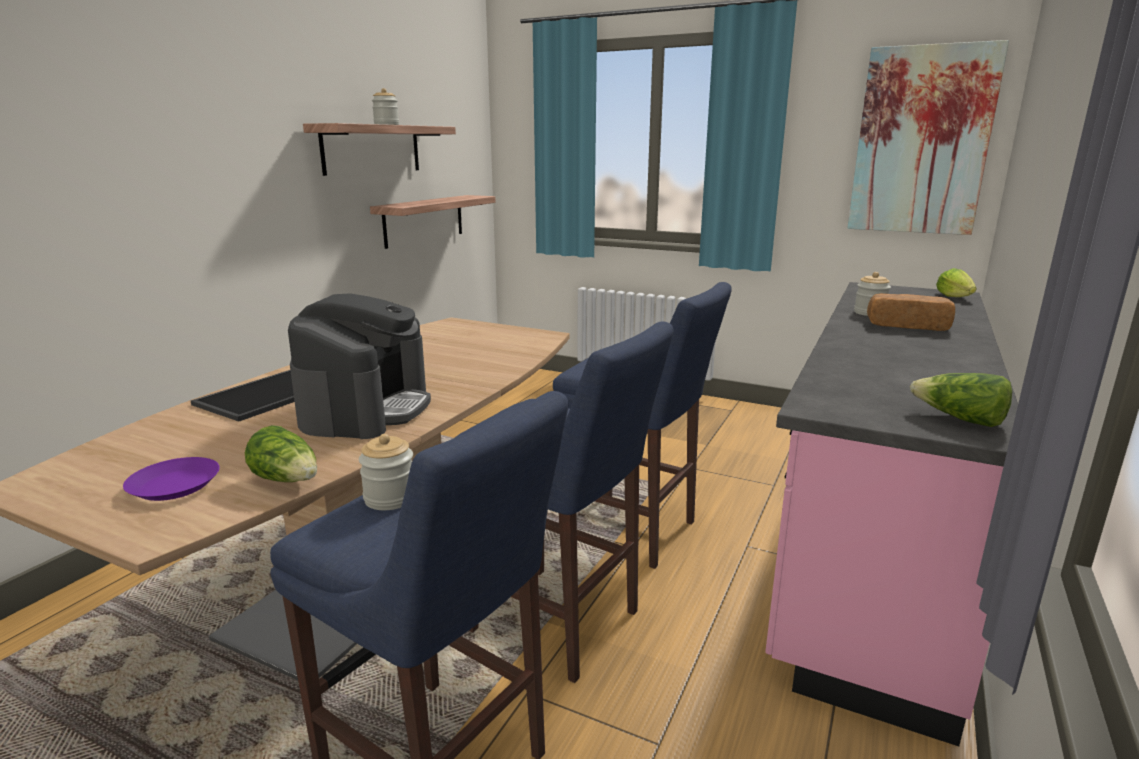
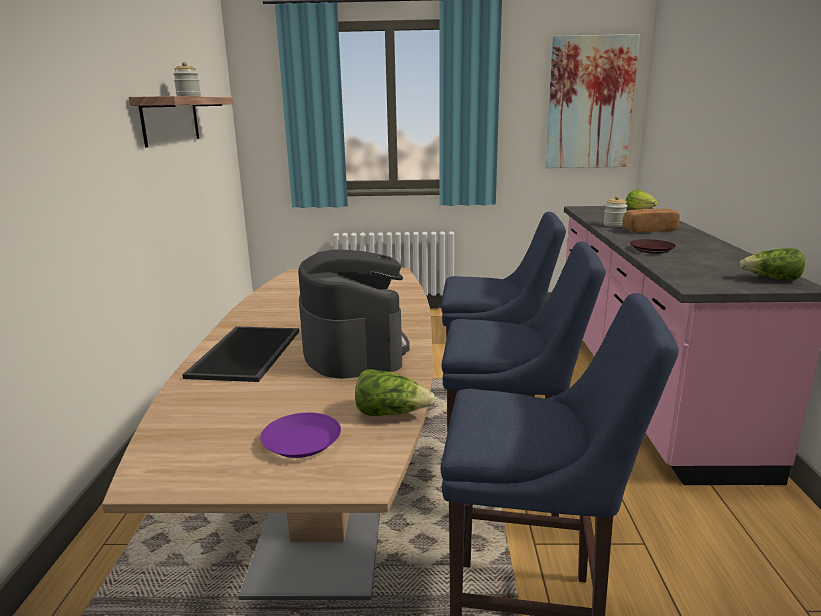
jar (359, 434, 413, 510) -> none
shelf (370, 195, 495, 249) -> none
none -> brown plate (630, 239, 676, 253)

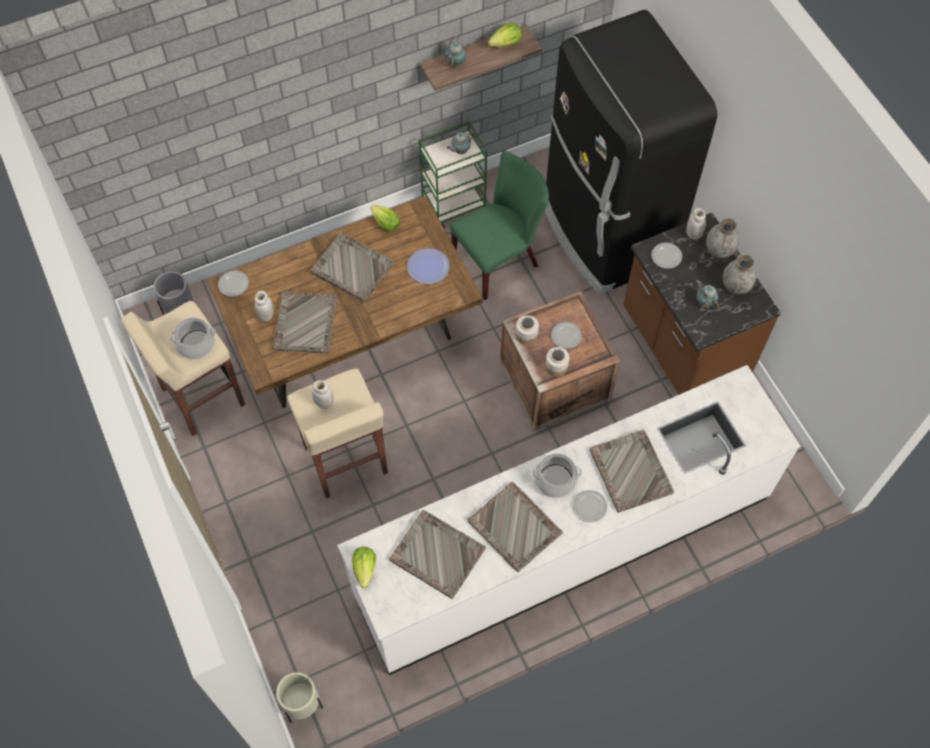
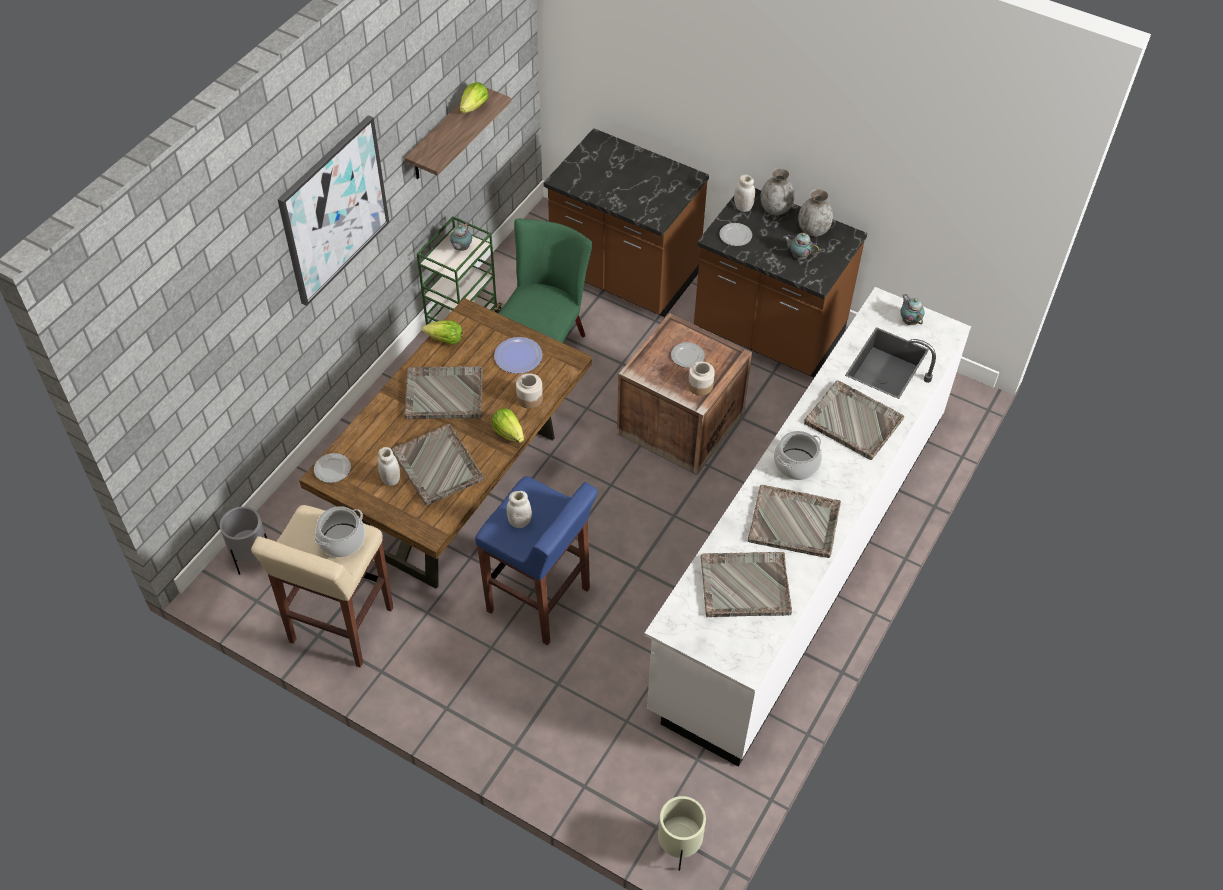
beige stool (287, 369, 388, 498) -> blue stool (475, 476, 597, 645)
lettuce (352, 547, 376, 588) -> lettuce (492, 408, 524, 443), relocated
teapot (445, 38, 466, 67) -> teapot (900, 294, 925, 325), relocated
jar (515, 315, 539, 345) -> jar (516, 373, 543, 409), relocated
black fridge (545, 10, 717, 294) -> brown counter (544, 128, 709, 317)
plate (573, 490, 607, 522) -> none
none -> picture (277, 115, 389, 306)

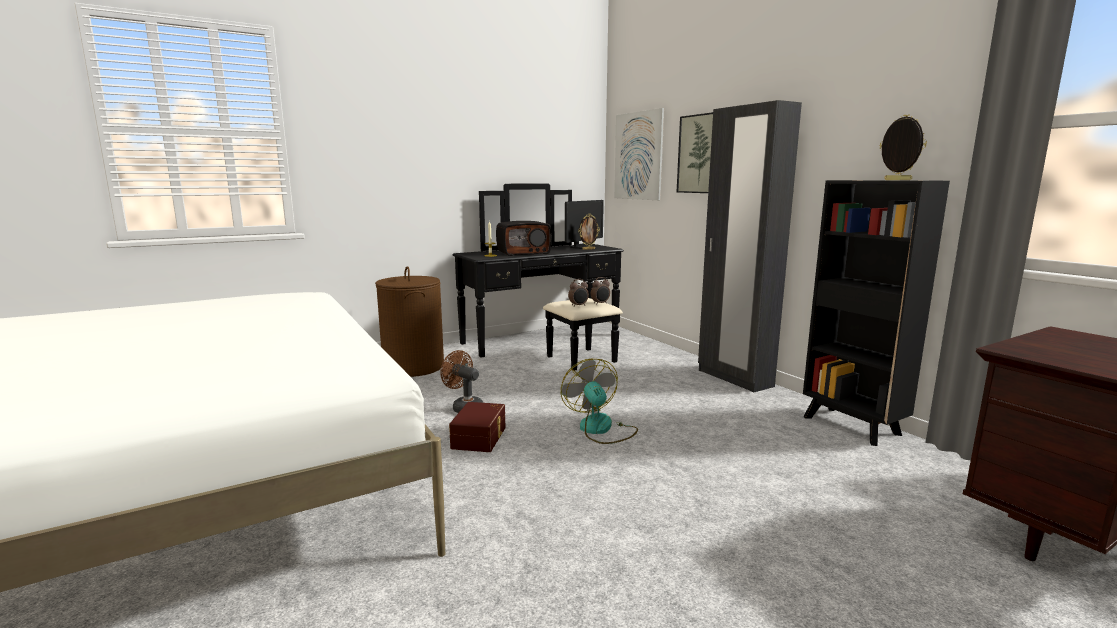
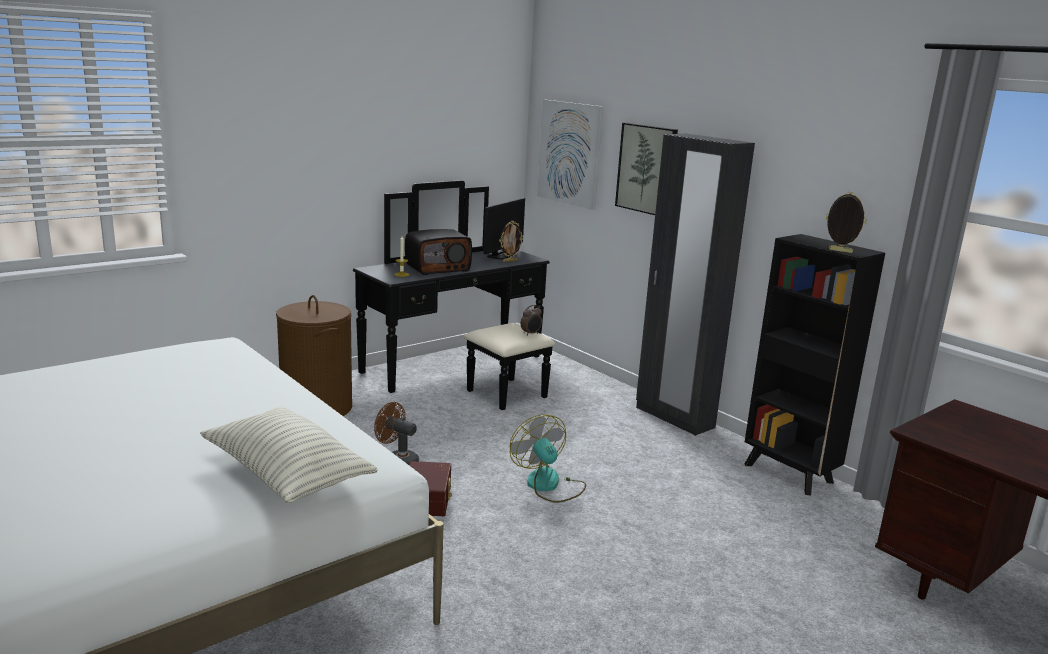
alarm clock (568, 279, 589, 307) -> none
none -> pillow (200, 407, 378, 503)

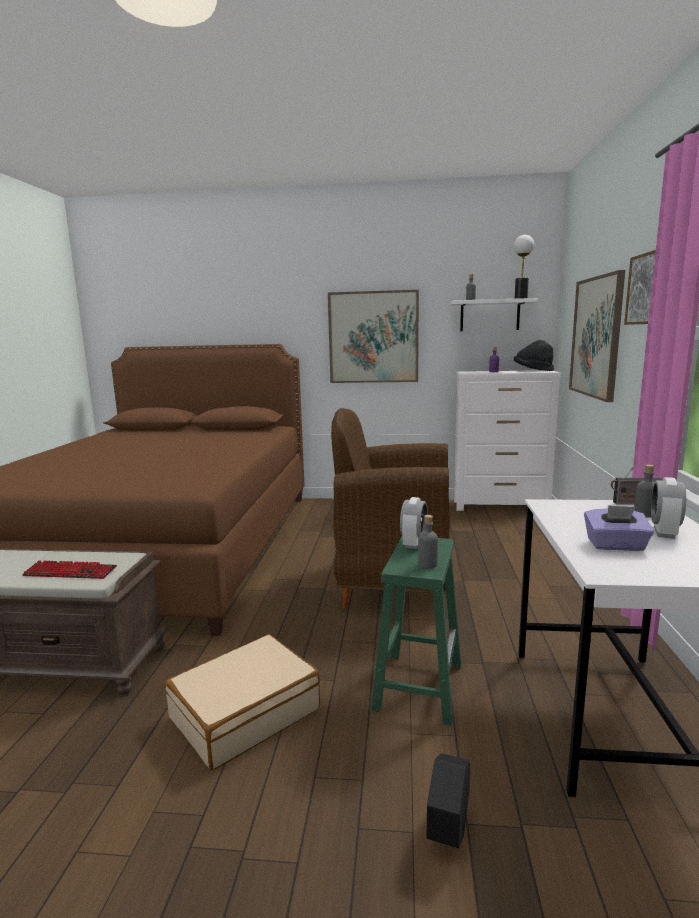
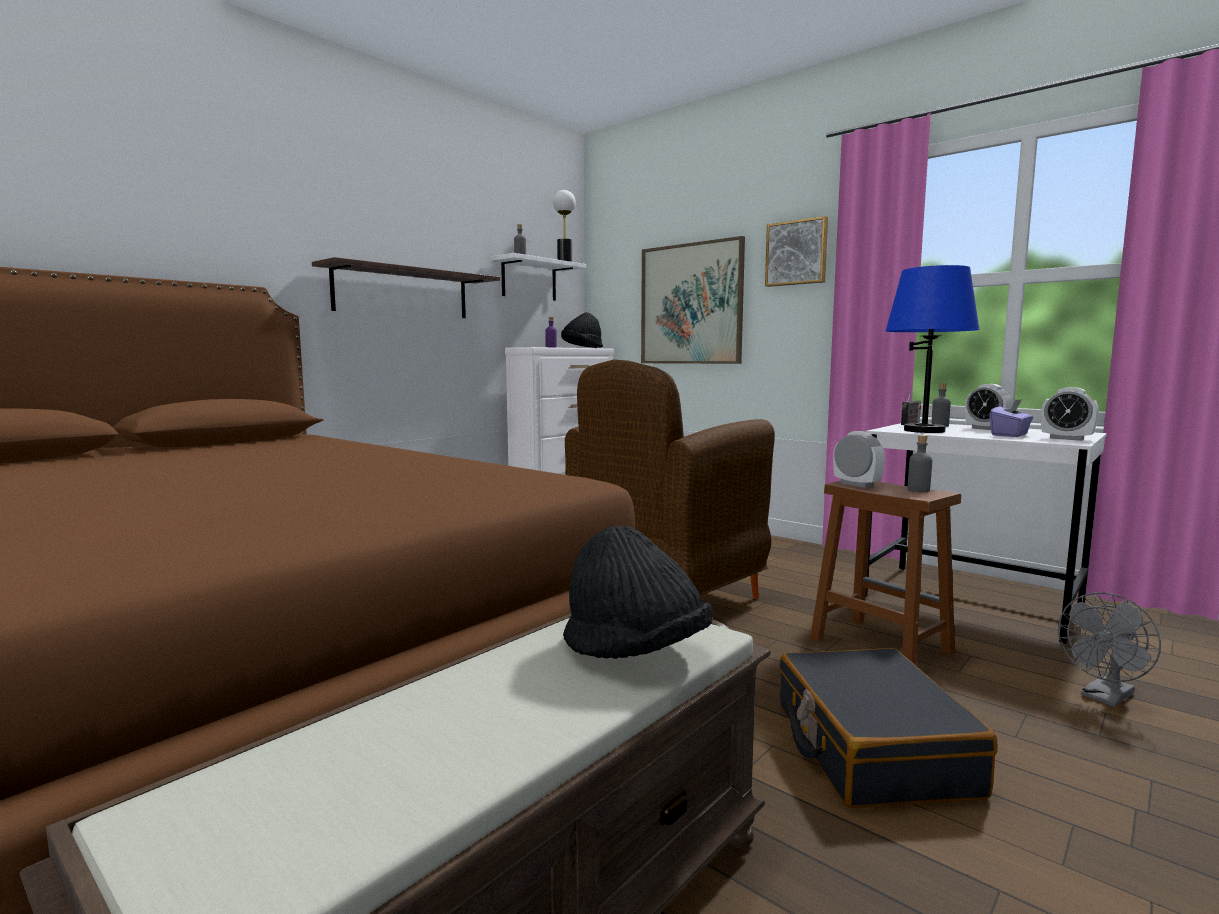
keyboard (23, 560, 117, 579) -> black hat (563, 526, 713, 659)
beige suitcase (165, 634, 320, 770) -> black suitcase (779, 648, 998, 808)
picture (328, 290, 419, 383) -> shelf (312, 257, 500, 318)
green stool (371, 536, 461, 725) -> brown stool (810, 481, 961, 665)
black planter (427, 753, 471, 849) -> grey fan (1058, 592, 1161, 707)
none -> blue table lamp (886, 265, 980, 433)
none -> alarm clock (1041, 387, 1099, 441)

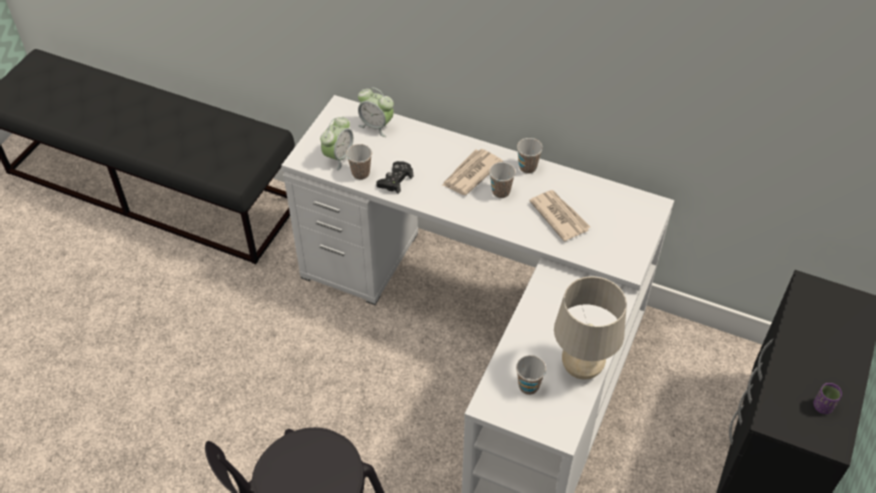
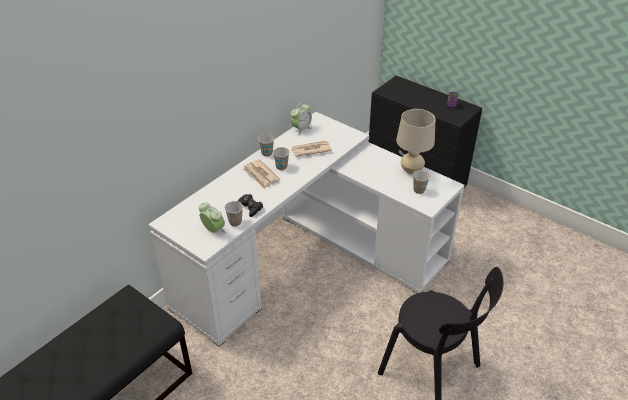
alarm clock (358, 87, 394, 137) -> alarm clock (290, 103, 312, 136), relocated

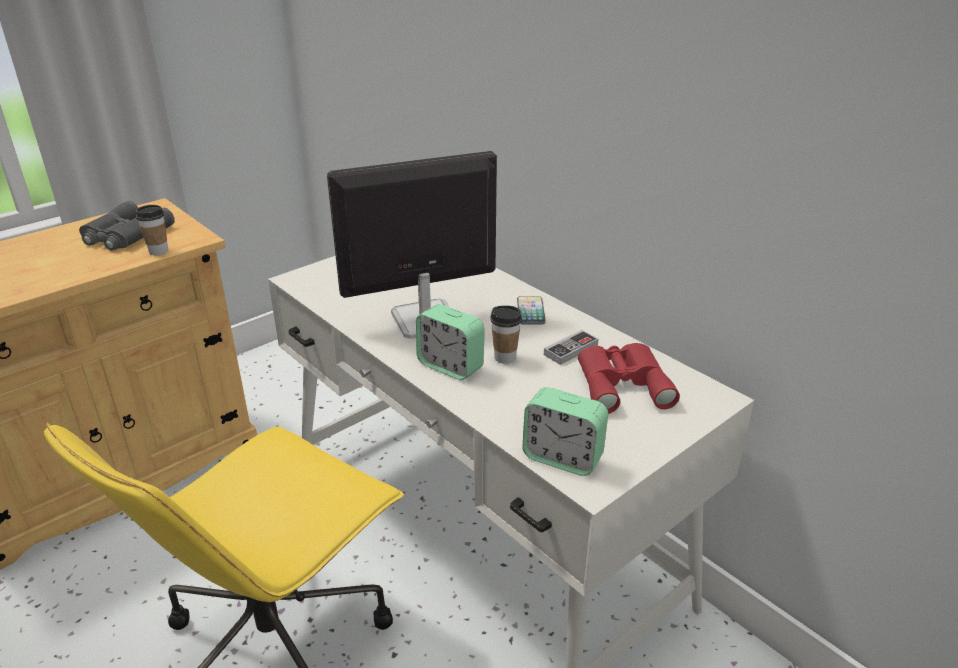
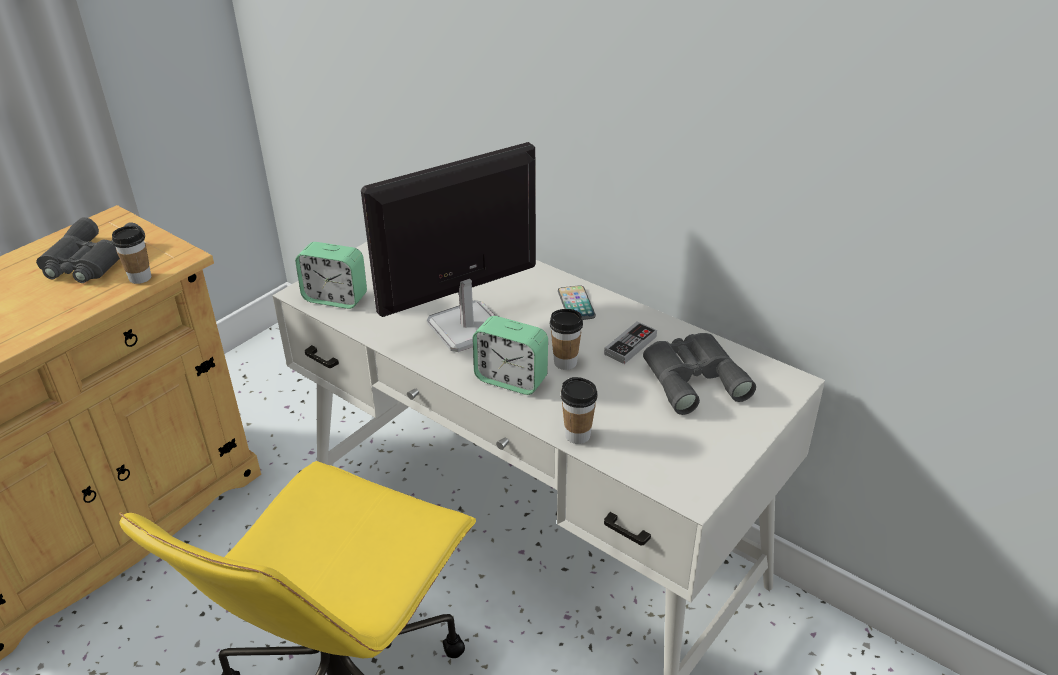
alarm clock (522, 387, 608, 476) -> alarm clock (295, 242, 367, 309), relocated
red binoculars (578, 343, 680, 414) -> grey binoculars (643, 333, 756, 415)
none -> cup (561, 377, 598, 444)

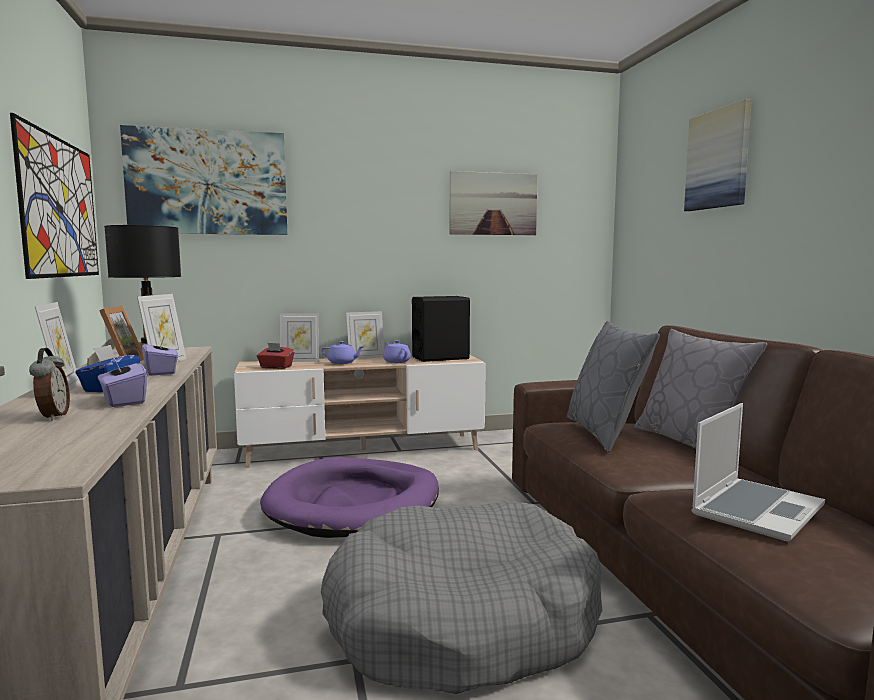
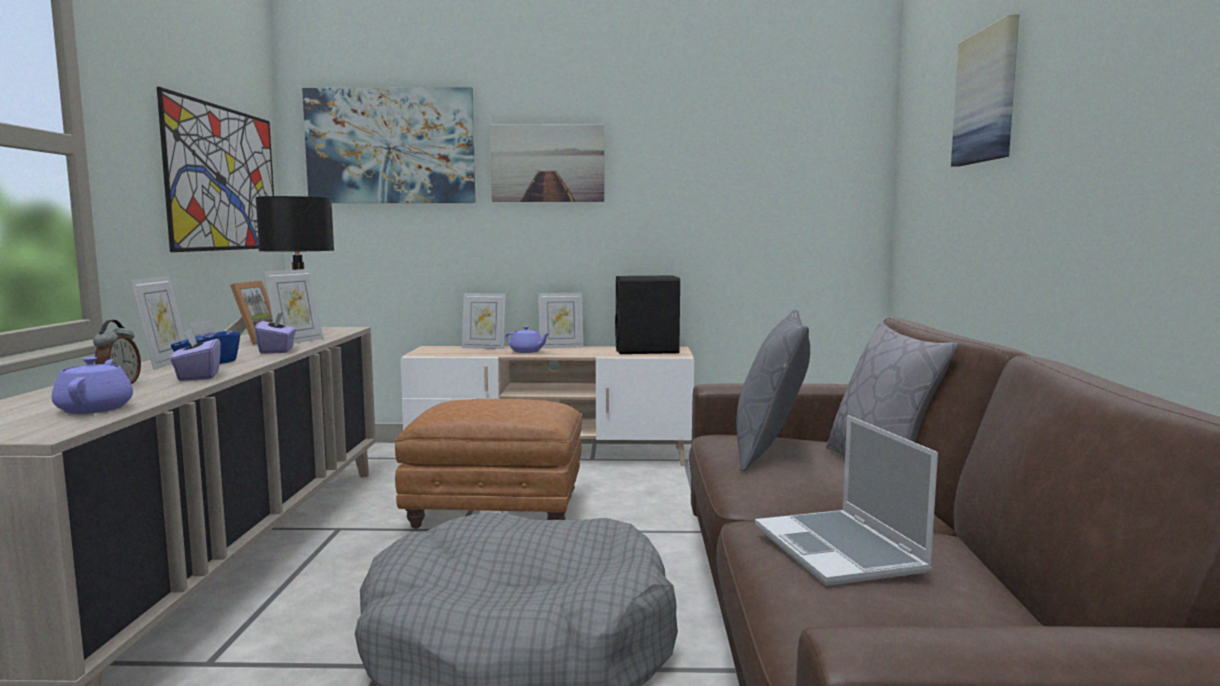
red tissue box (257, 343, 294, 369) -> none
purple dog bed (260, 457, 439, 538) -> brown ottoman (395, 399, 582, 529)
purple teapot (383, 340, 411, 363) -> purple teapot (52, 357, 133, 414), relocated
picture (450, 171, 538, 235) -> picture (490, 124, 604, 202), relocated
laptop (691, 403, 825, 542) -> laptop (755, 415, 938, 586), 105 degrees clockwise

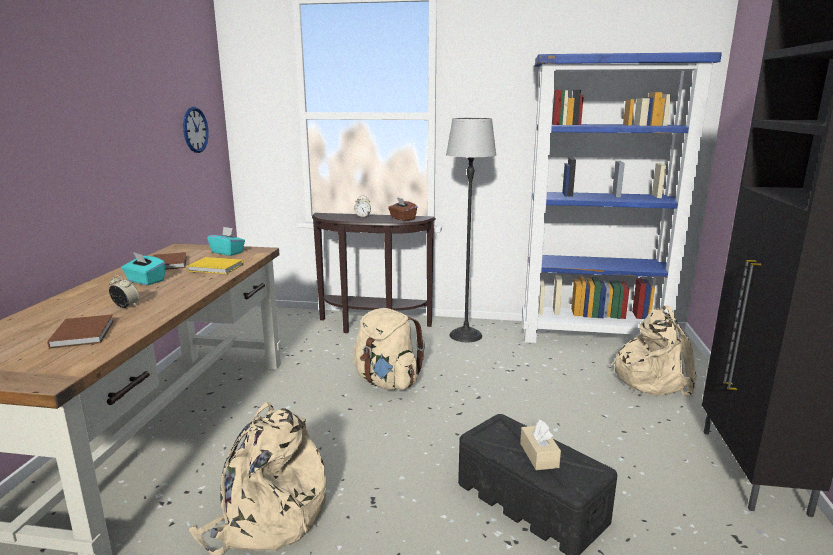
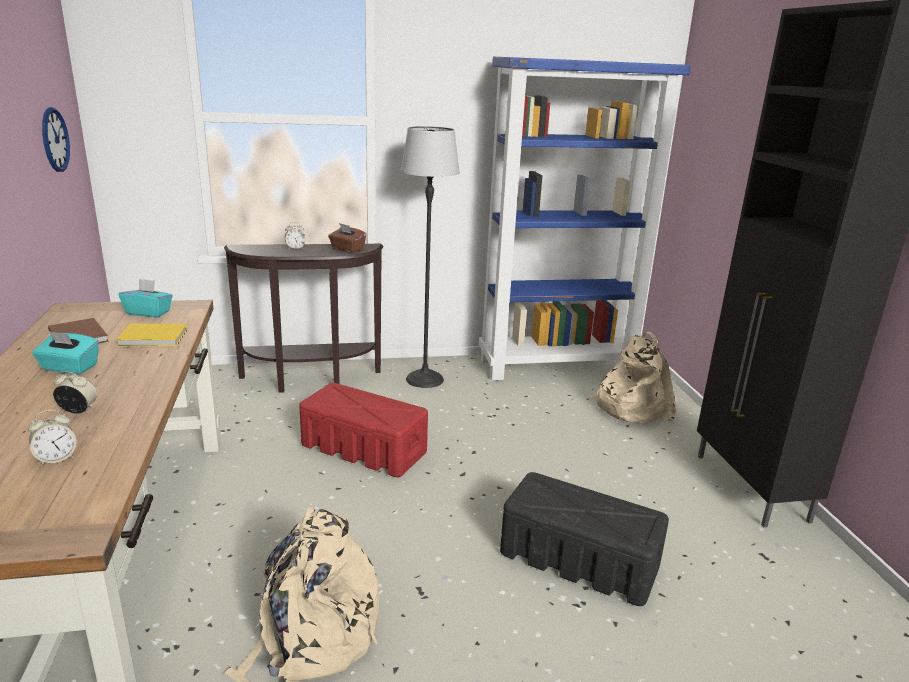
brown book (47, 314, 114, 349) -> alarm clock (28, 410, 77, 466)
beige backpack (354, 308, 425, 390) -> red storage box (299, 383, 428, 477)
beige tissue box (520, 420, 561, 470) -> none

